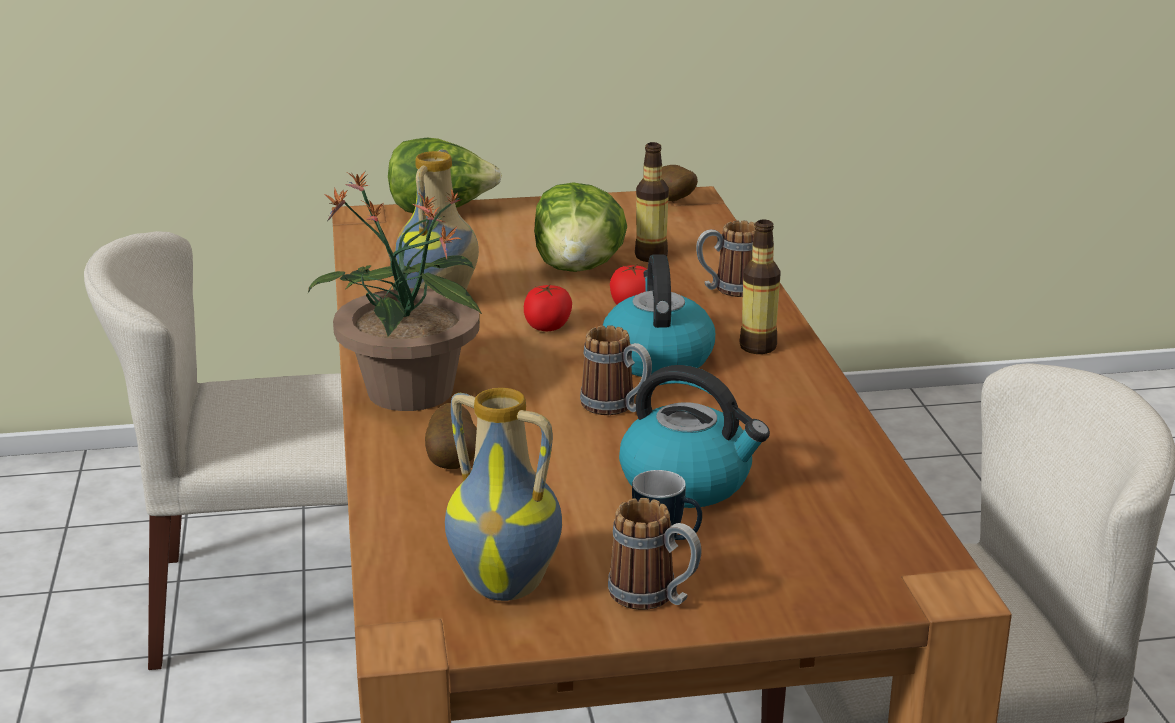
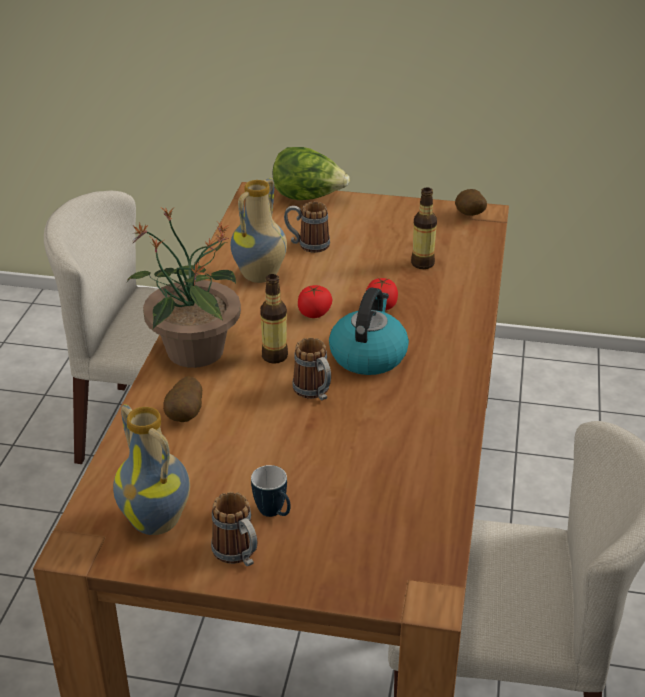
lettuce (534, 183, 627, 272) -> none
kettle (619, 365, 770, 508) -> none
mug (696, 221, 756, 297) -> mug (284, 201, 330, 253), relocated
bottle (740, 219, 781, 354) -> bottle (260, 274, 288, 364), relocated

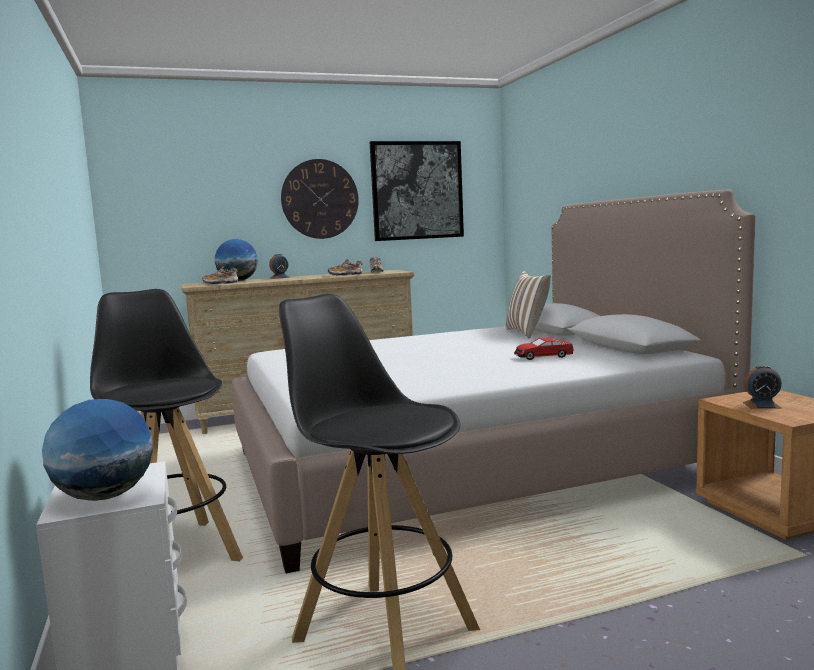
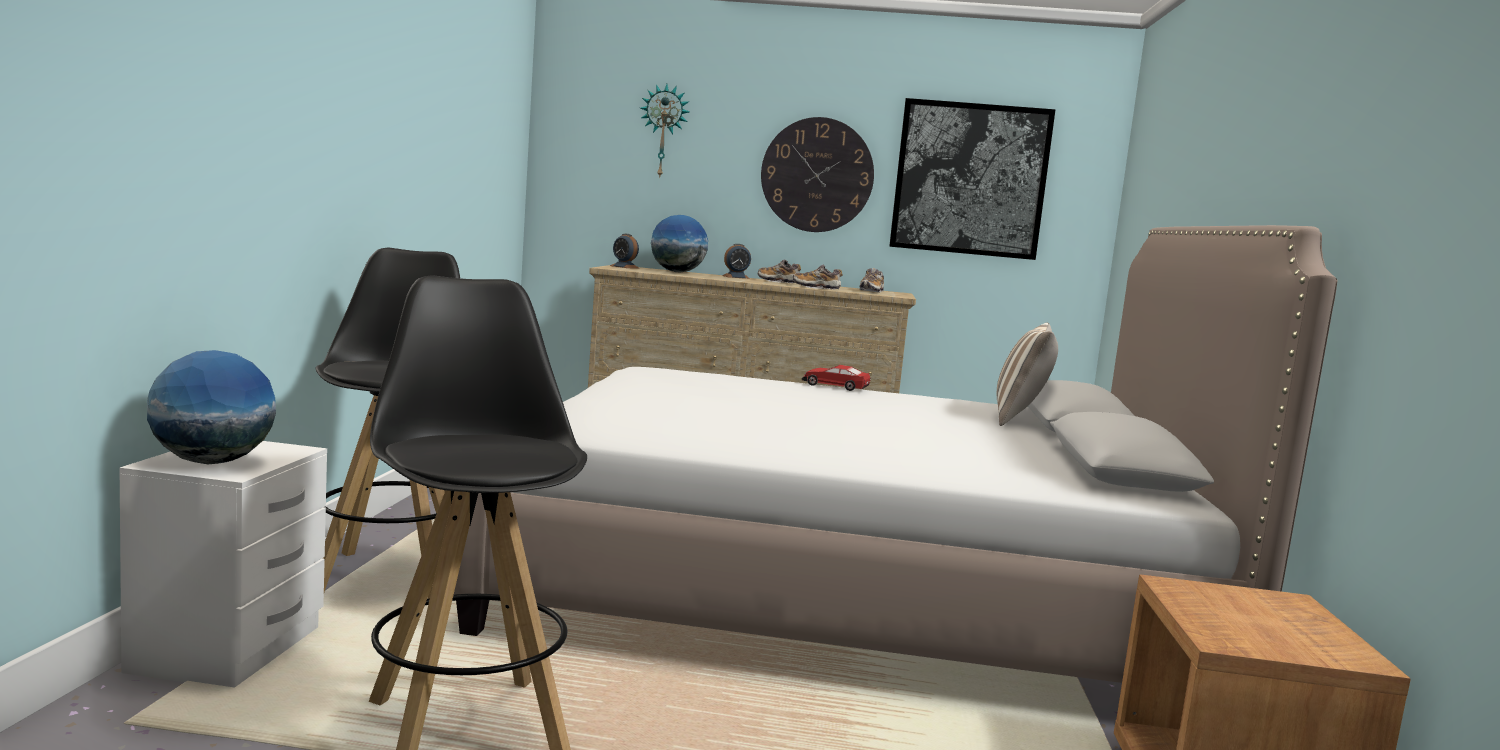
shoe (202, 266, 238, 285) -> shoe (758, 259, 801, 283), relocated
toy car (514, 338, 574, 360) -> toy car (802, 365, 871, 391), relocated
alarm clock (743, 365, 782, 409) -> alarm clock (610, 234, 640, 269), relocated
none -> wall clock (640, 84, 689, 179)

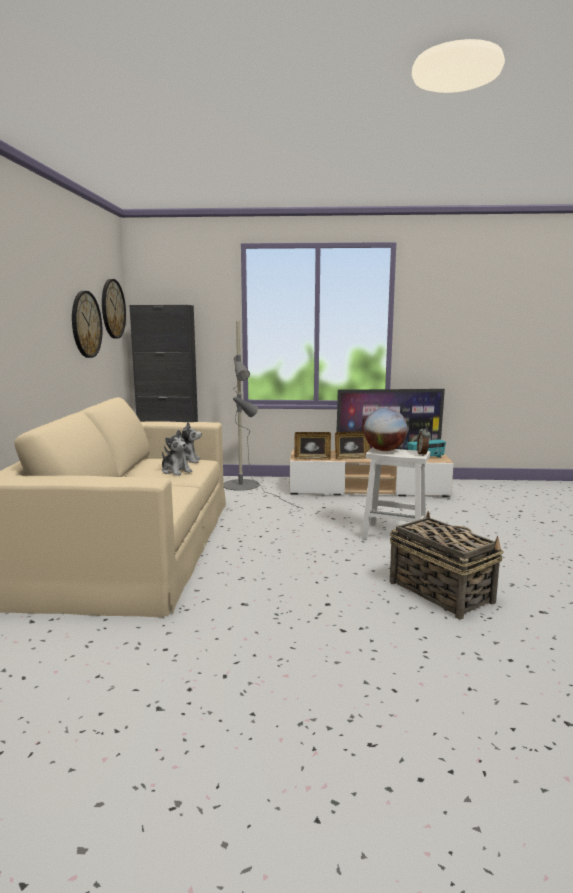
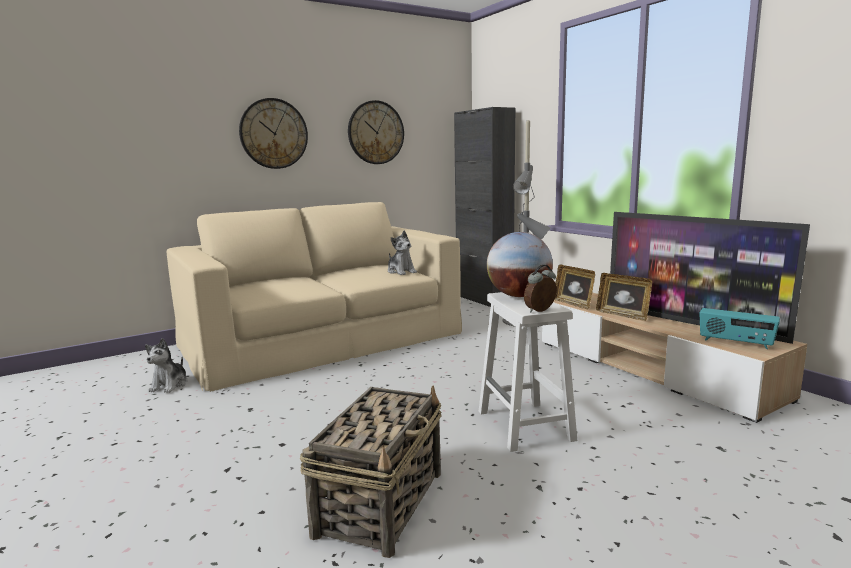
wall clock (102, 279, 126, 339) -> wall clock (239, 98, 308, 169), relocated
plush toy (162, 430, 193, 476) -> plush toy (145, 338, 188, 393), relocated

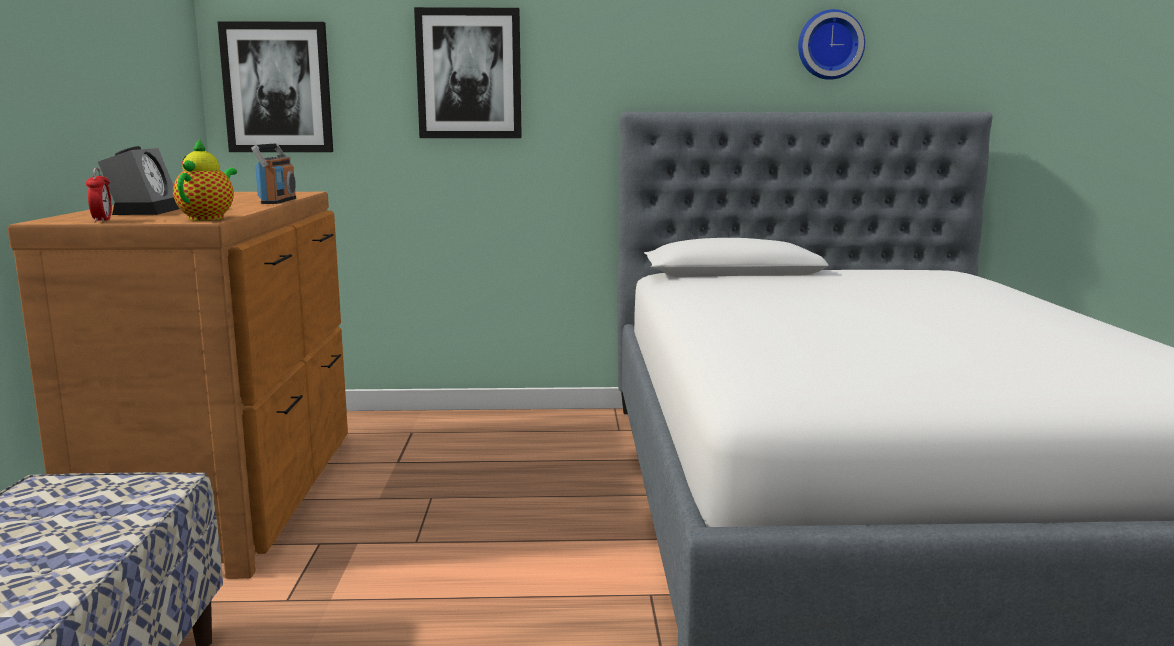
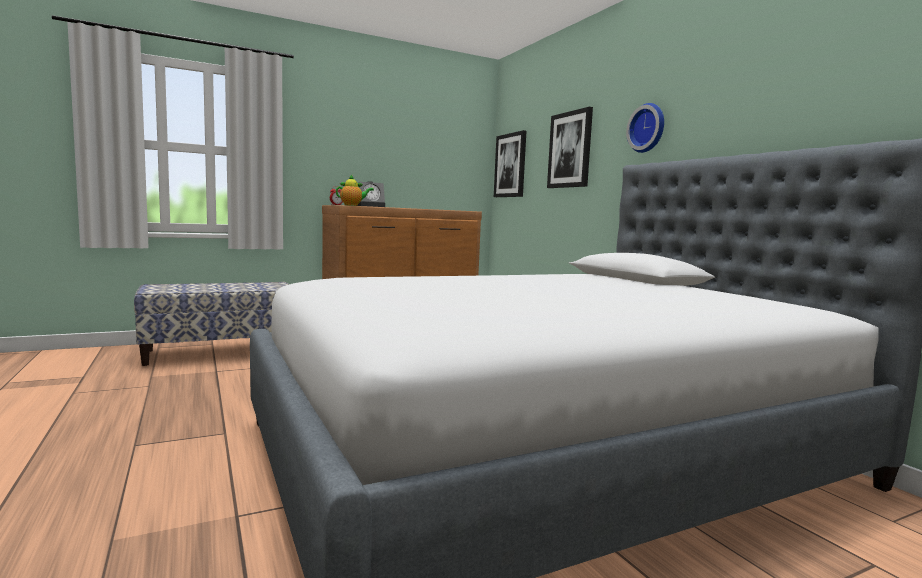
radio (251, 143, 296, 204) -> none
wall clock (798, 9, 865, 80) -> wall clock (626, 103, 664, 153), relocated

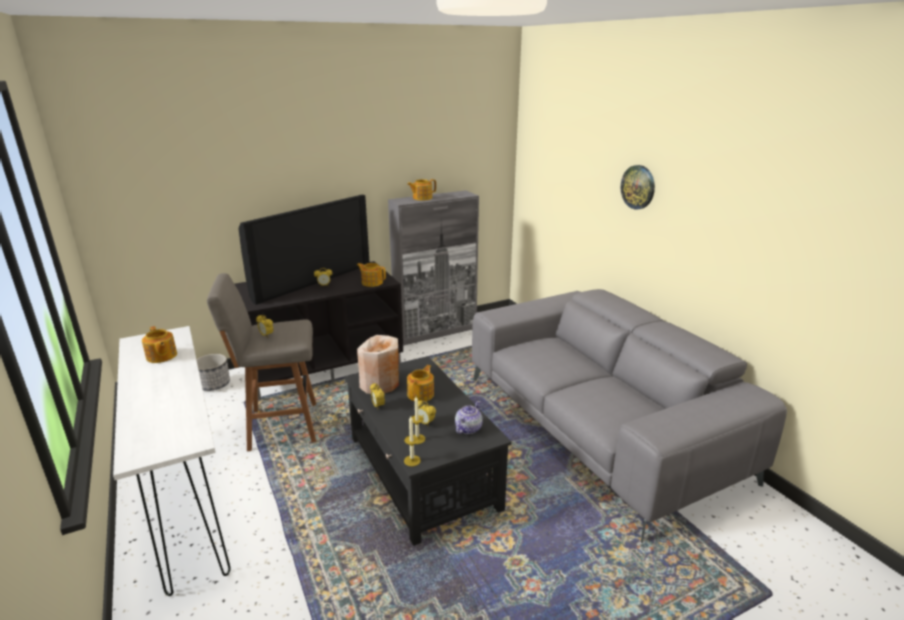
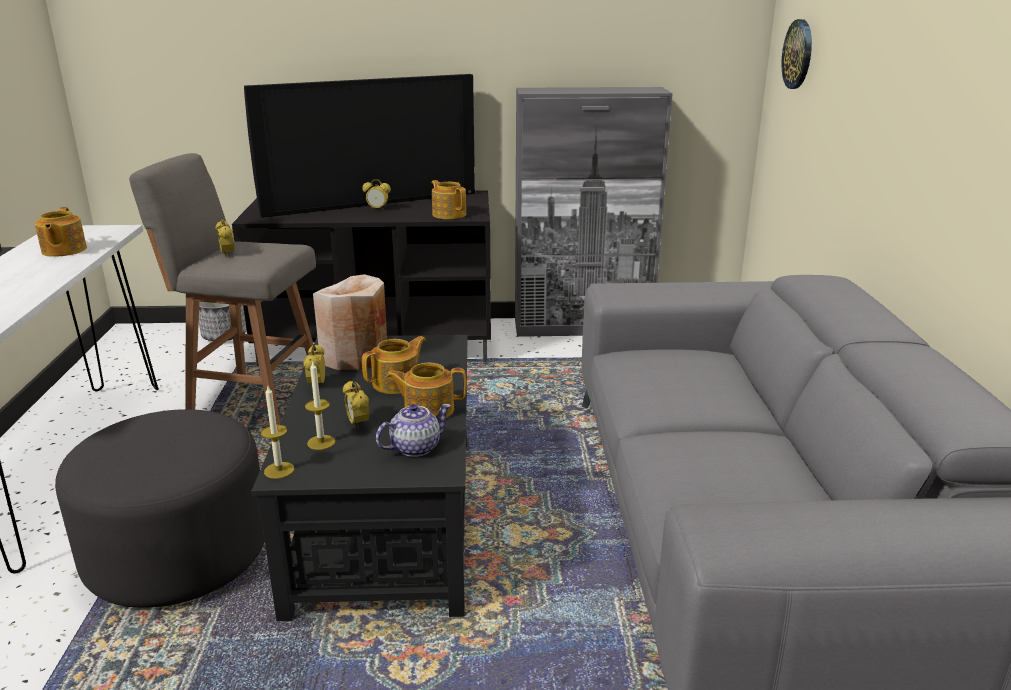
teapot (407, 179, 436, 201) -> teapot (386, 363, 466, 418), relocated
wall clock (621, 165, 655, 209) -> wall clock (781, 19, 812, 89), relocated
none -> grey ottoman (55, 409, 265, 608)

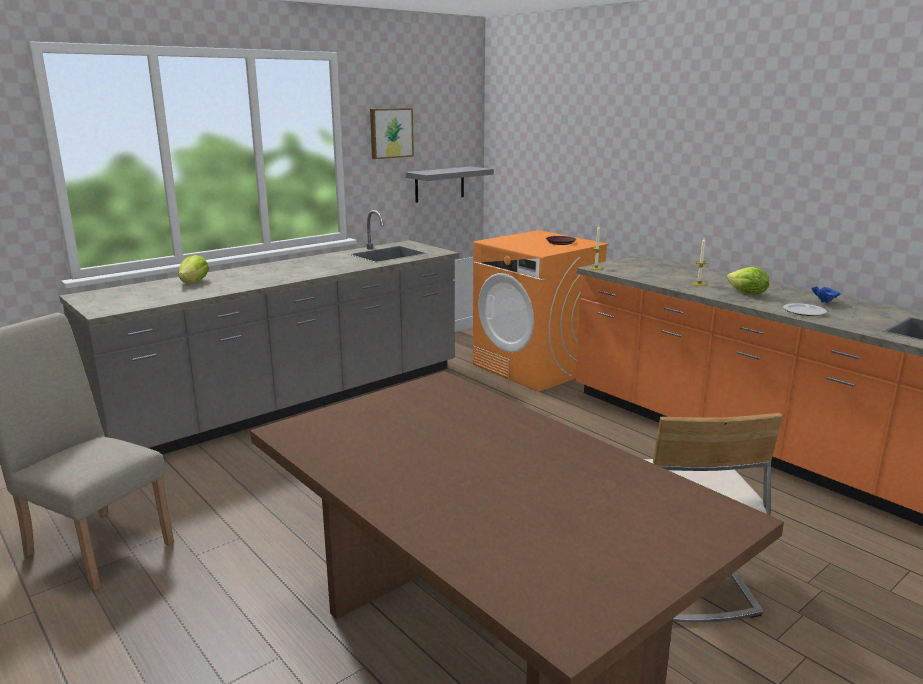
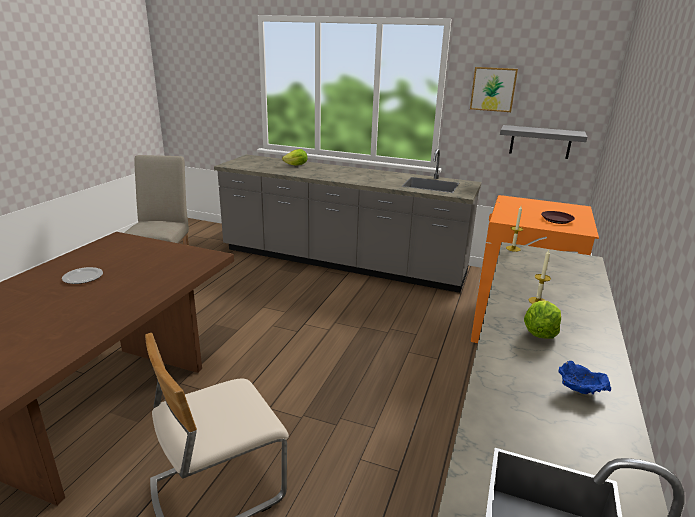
plate (783, 303, 827, 316) -> plate (62, 267, 103, 284), relocated

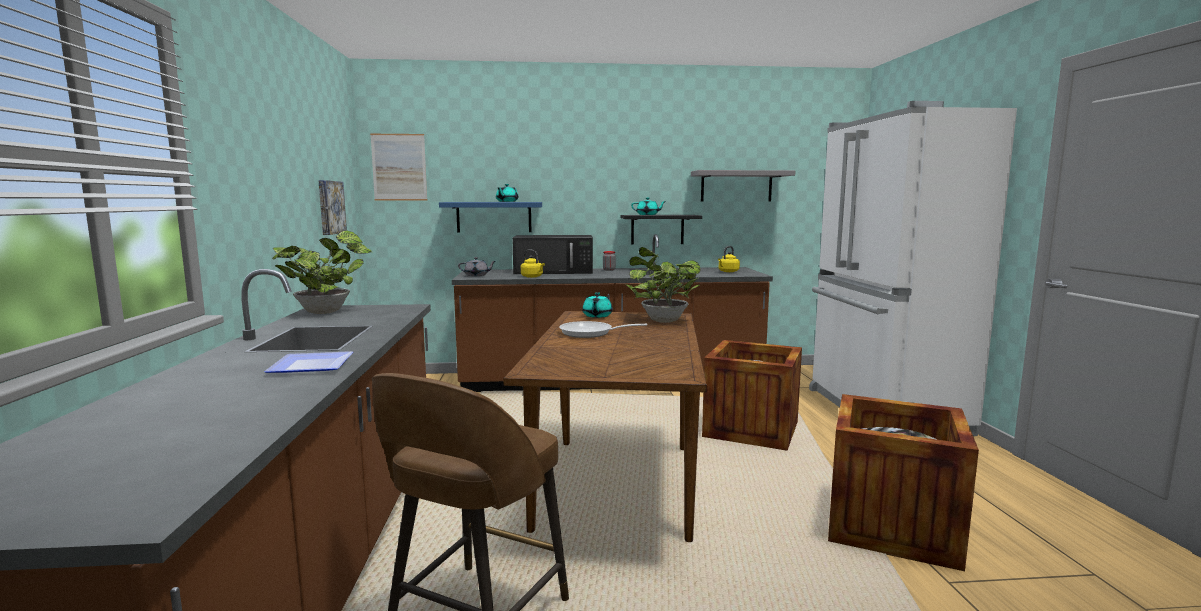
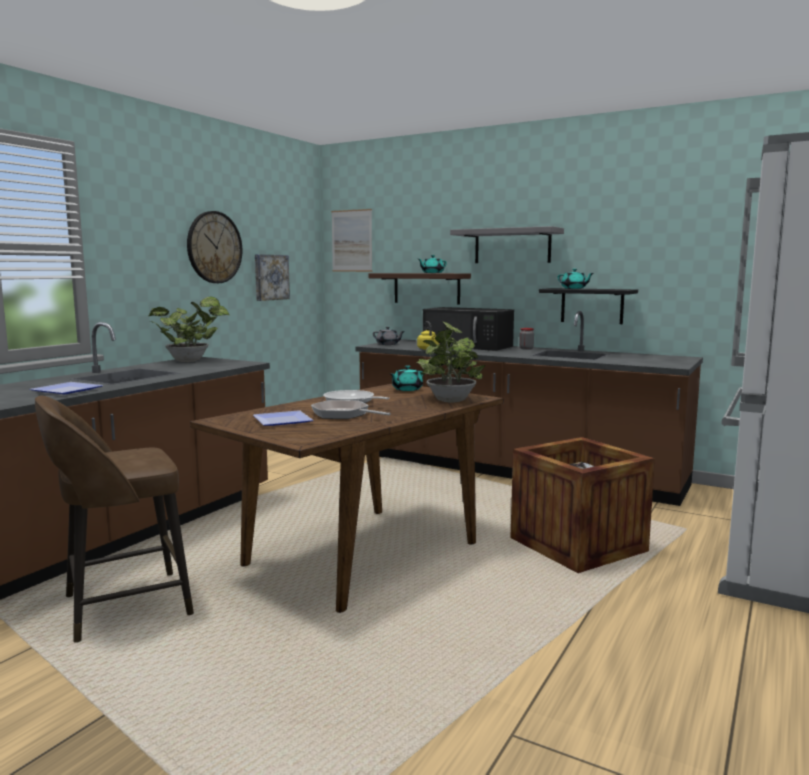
blue shelf (439, 202, 542, 233) -> brown shelf (369, 273, 471, 305)
grey shelf (691, 170, 795, 202) -> grey shelf (450, 226, 564, 263), relocated
yellow kettle (718, 246, 740, 272) -> none
crate (828, 394, 979, 571) -> none
none -> wall clock (187, 211, 243, 283)
none -> plate (253, 410, 313, 426)
none -> frying pan (311, 400, 391, 419)

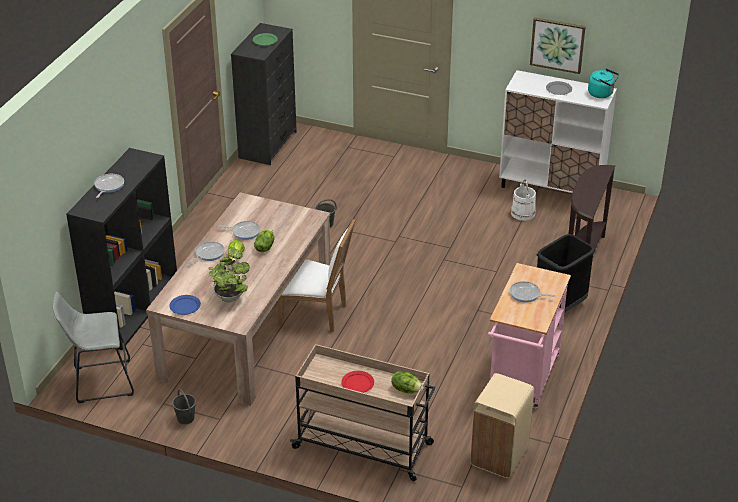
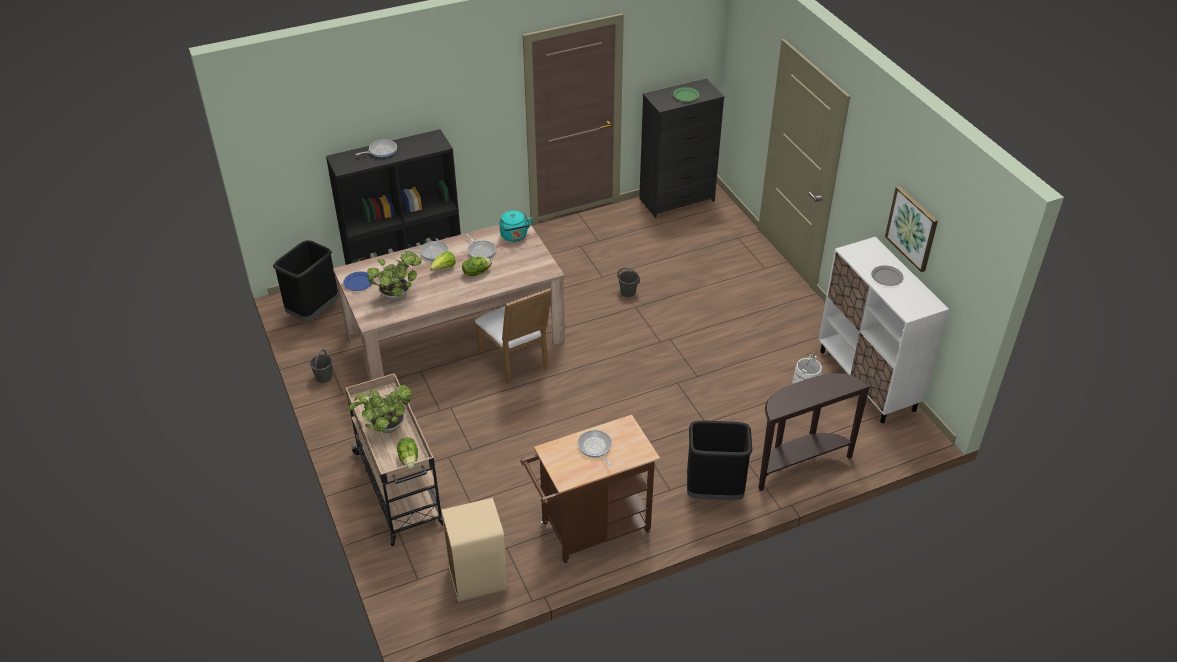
grey stool (53, 292, 134, 403) -> black trash can (273, 240, 339, 322)
red plate (341, 371, 374, 393) -> potted plant (349, 385, 412, 433)
pink cart (488, 263, 571, 408) -> brown cart (520, 415, 660, 563)
turquoise kettle (588, 68, 619, 98) -> turquoise kettle (499, 211, 532, 242), relocated

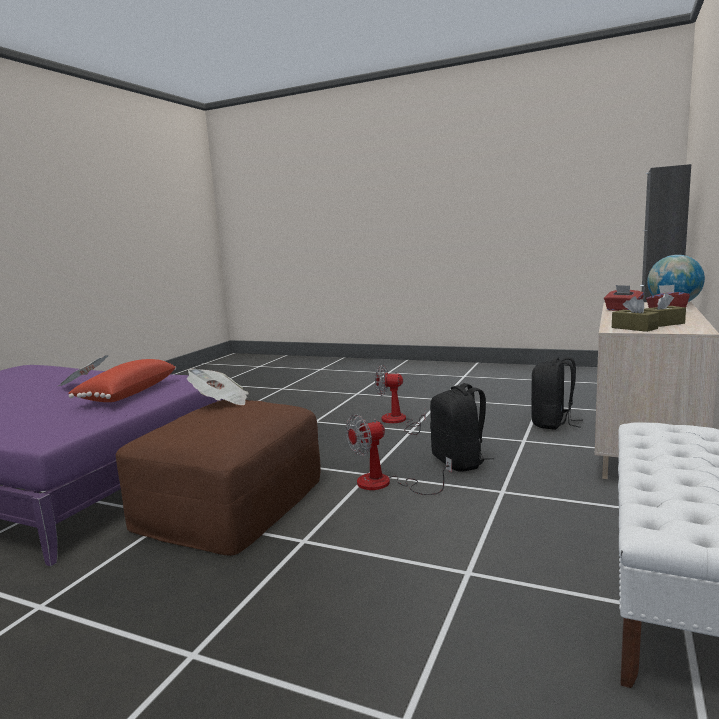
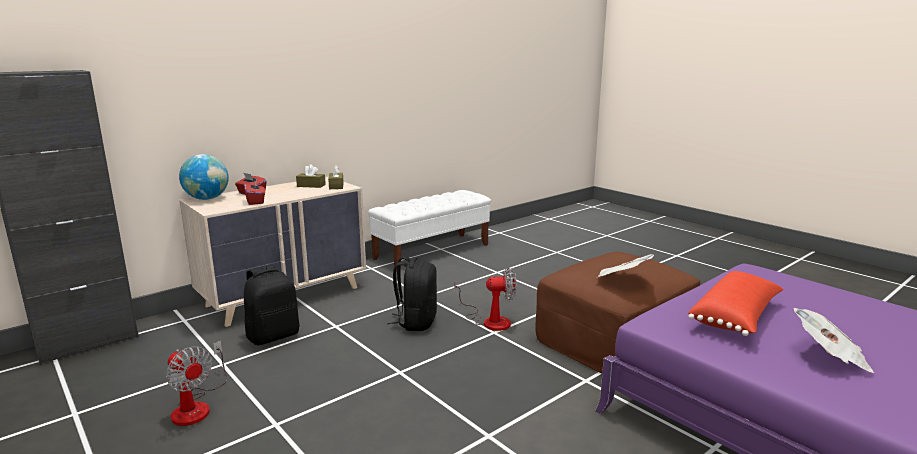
fan (375, 365, 426, 435) -> fan (166, 341, 227, 426), relocated

